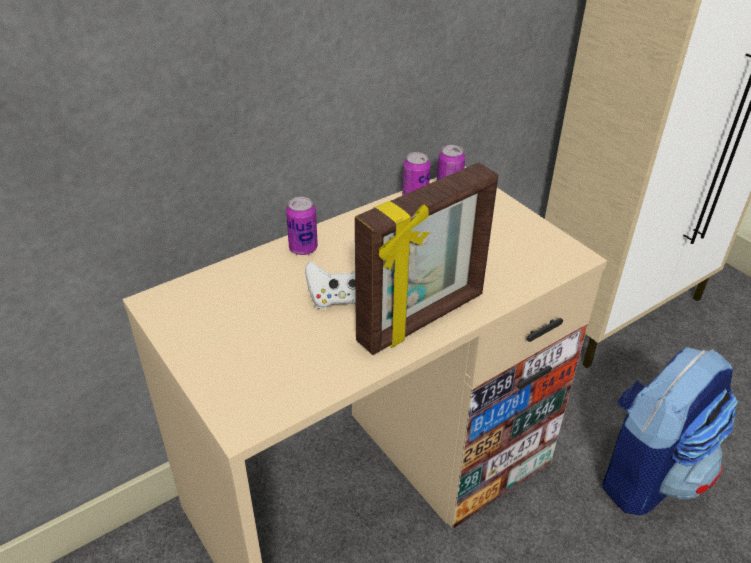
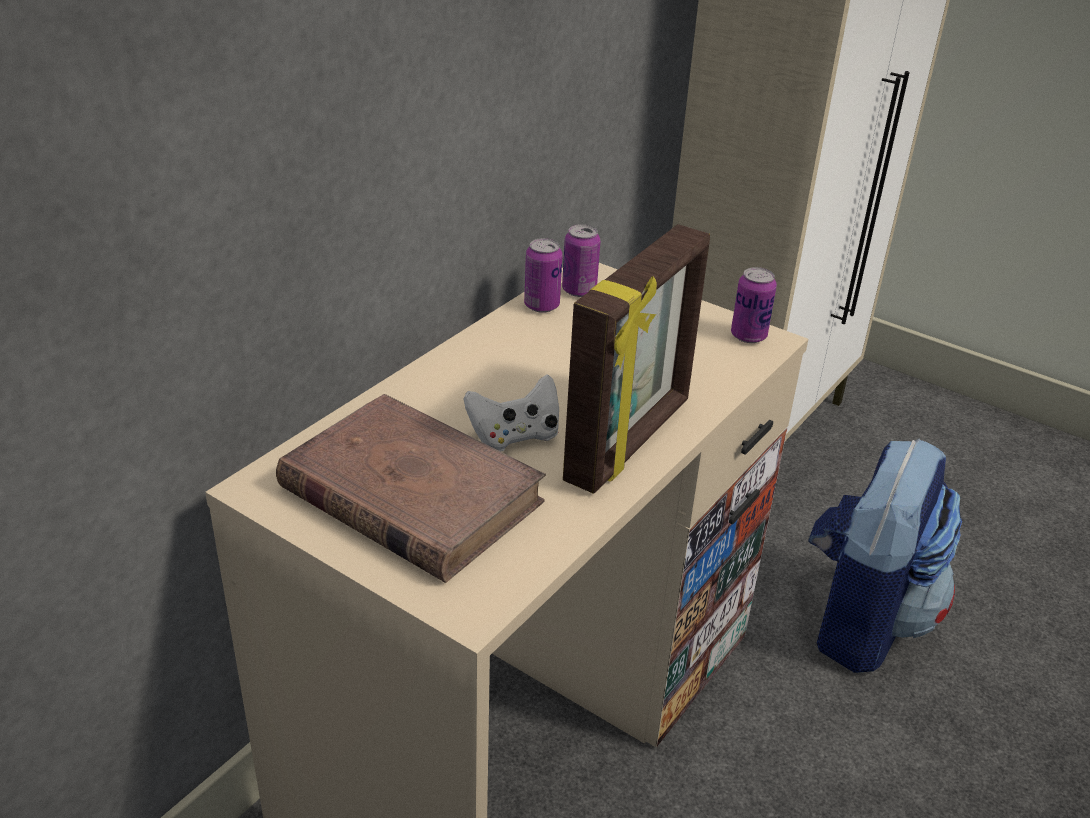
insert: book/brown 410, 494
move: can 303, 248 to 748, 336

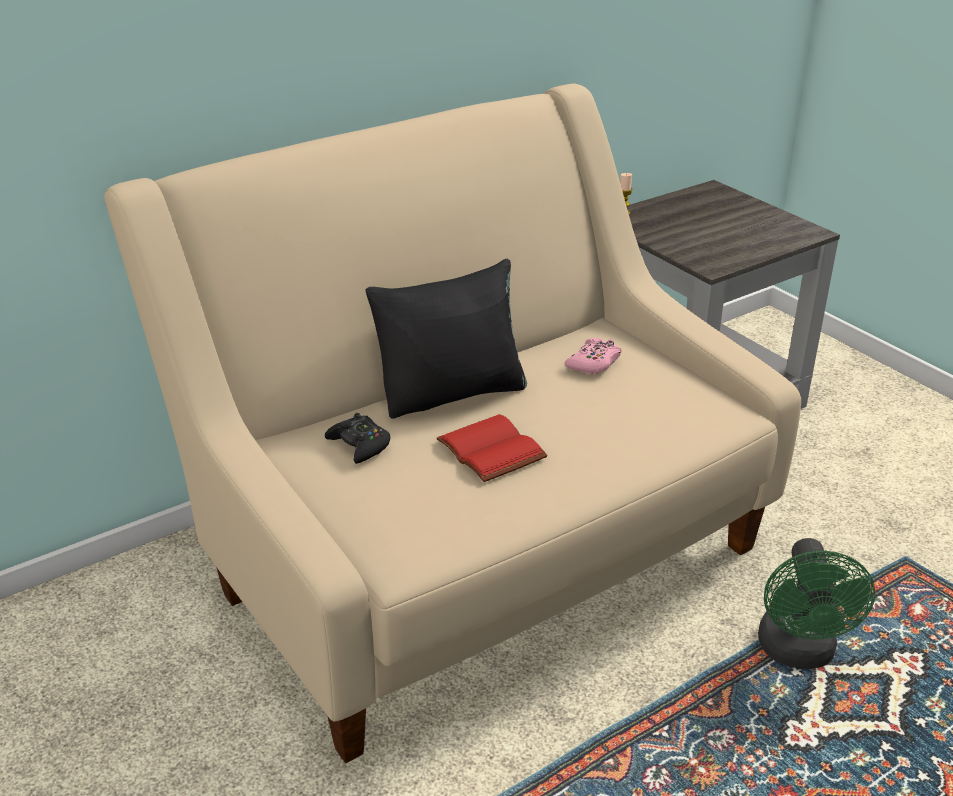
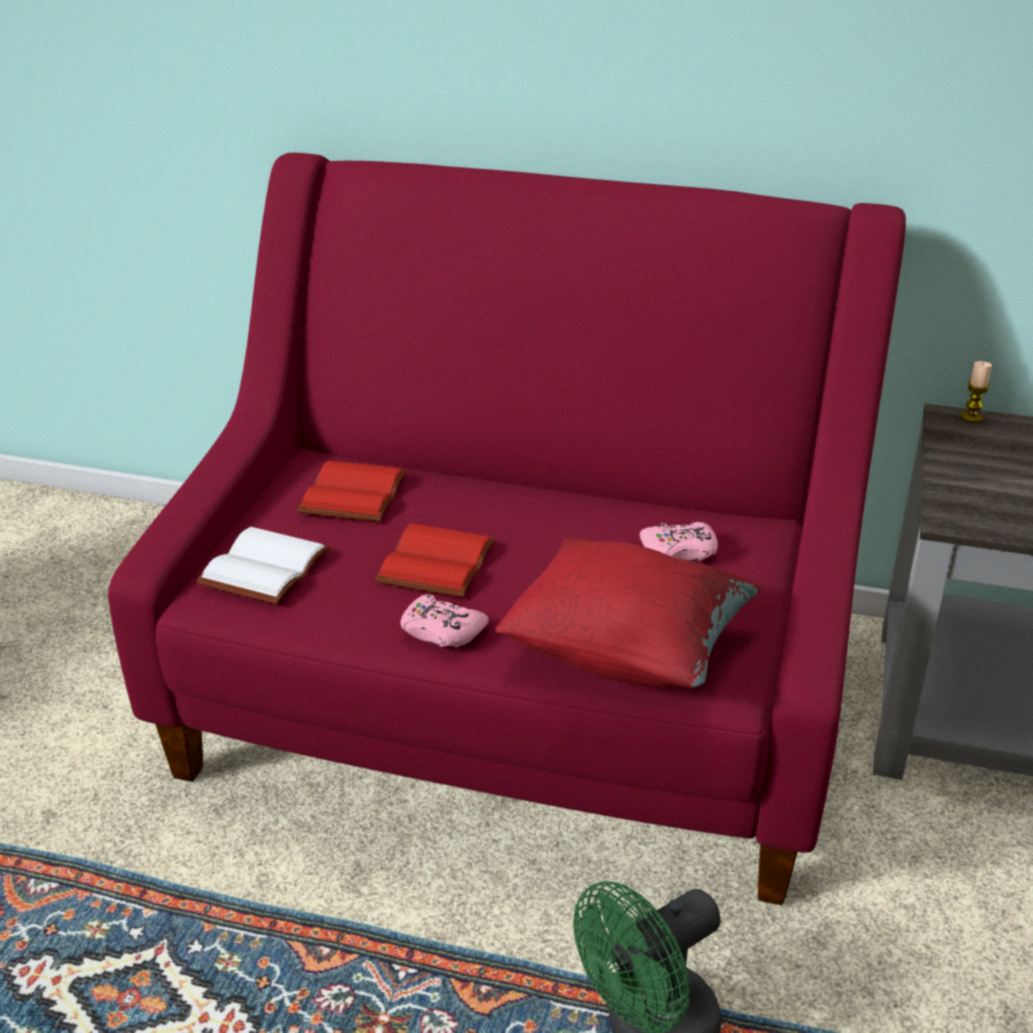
delete: pillow/black 452, 393
insert: book/white 263, 566; pillow/red 627, 652; game controller/pink 441, 631
replace: game controller/black 360, 445 to book/red 355, 496
recolor: sofa/beige 475, 553 to sofa/red 517, 704

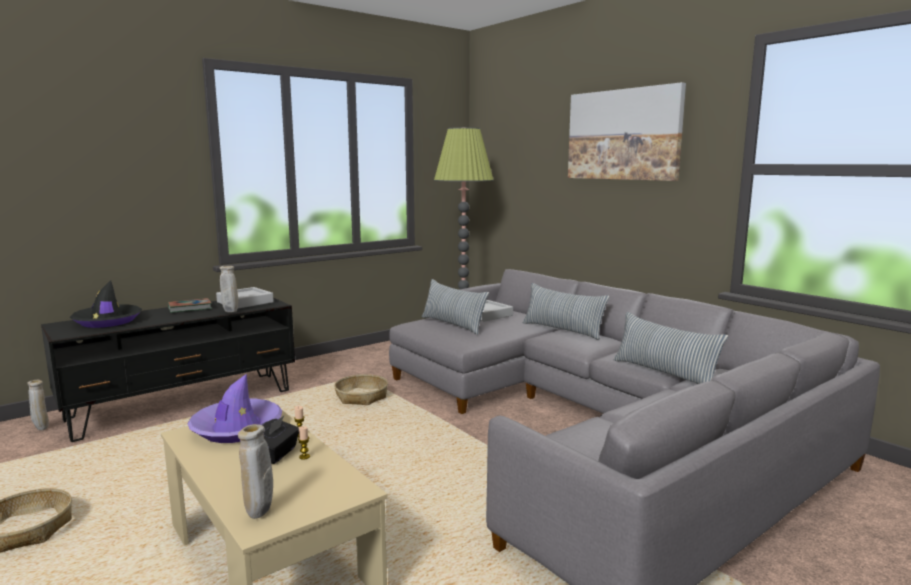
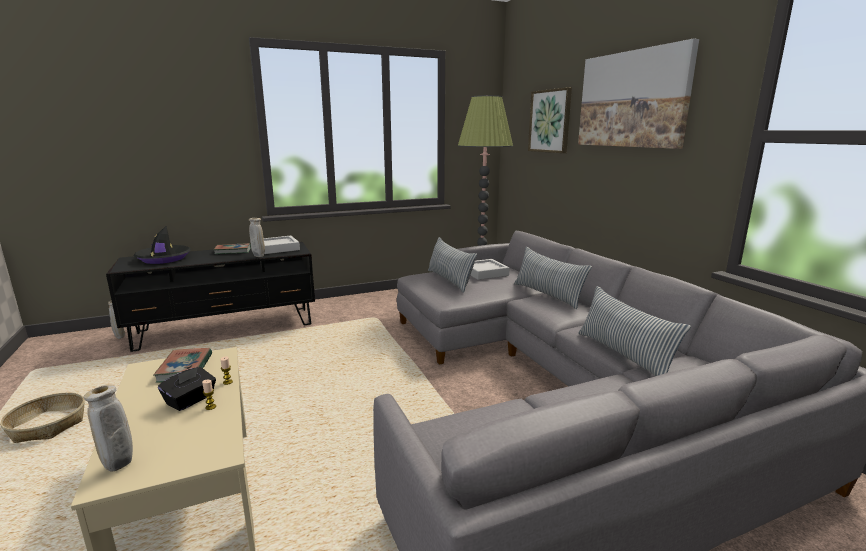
delete: basket 361, 397
insert: picture 550, 121
replace: hat/purple 236, 428 to book 185, 368

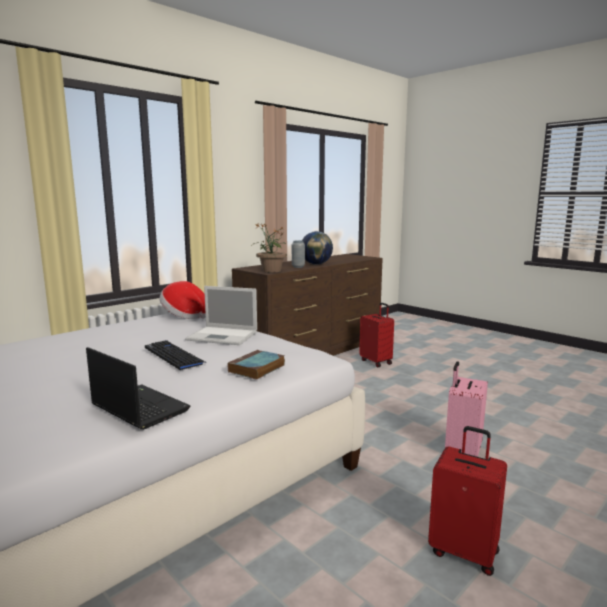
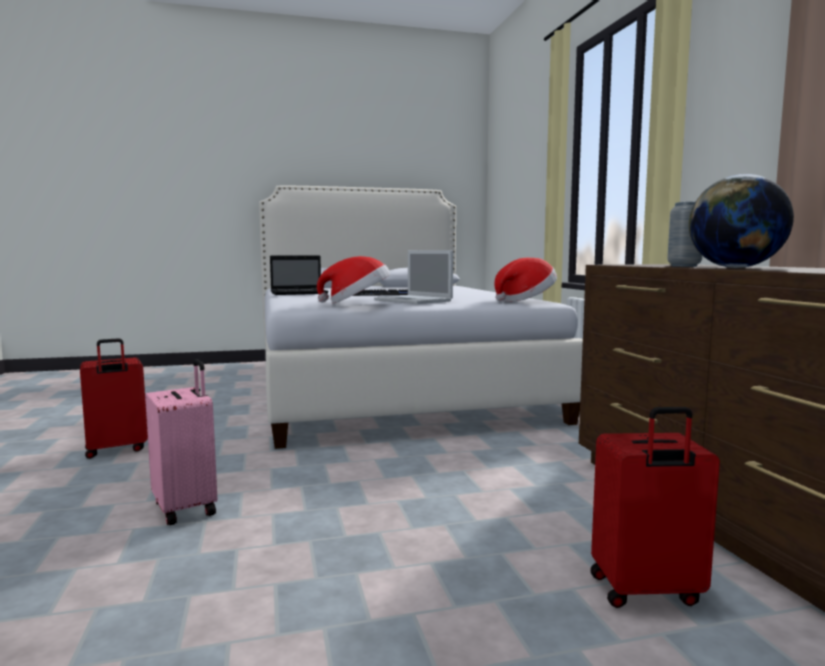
delete: potted plant 271, 271; book 256, 369
insert: hat 357, 303
rotate: laptop 223, 336 = 414, 301 90 degrees counterclockwise

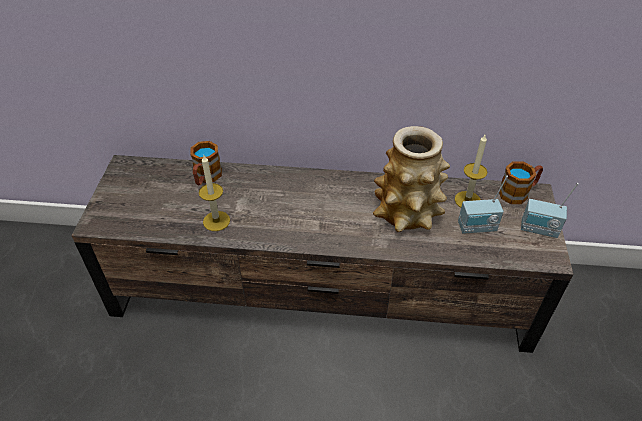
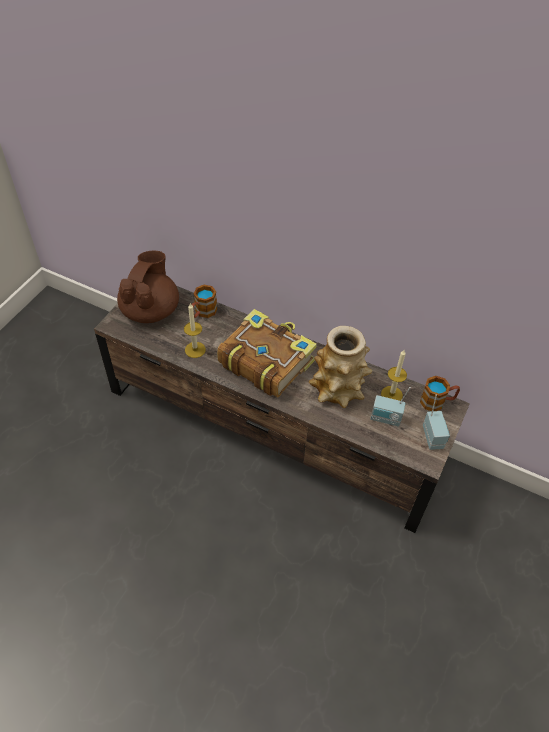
insert: teapot/brown 151, 310; book 265, 361
rotate: radio 539, 230 = 434, 437 135 degrees counterclockwise

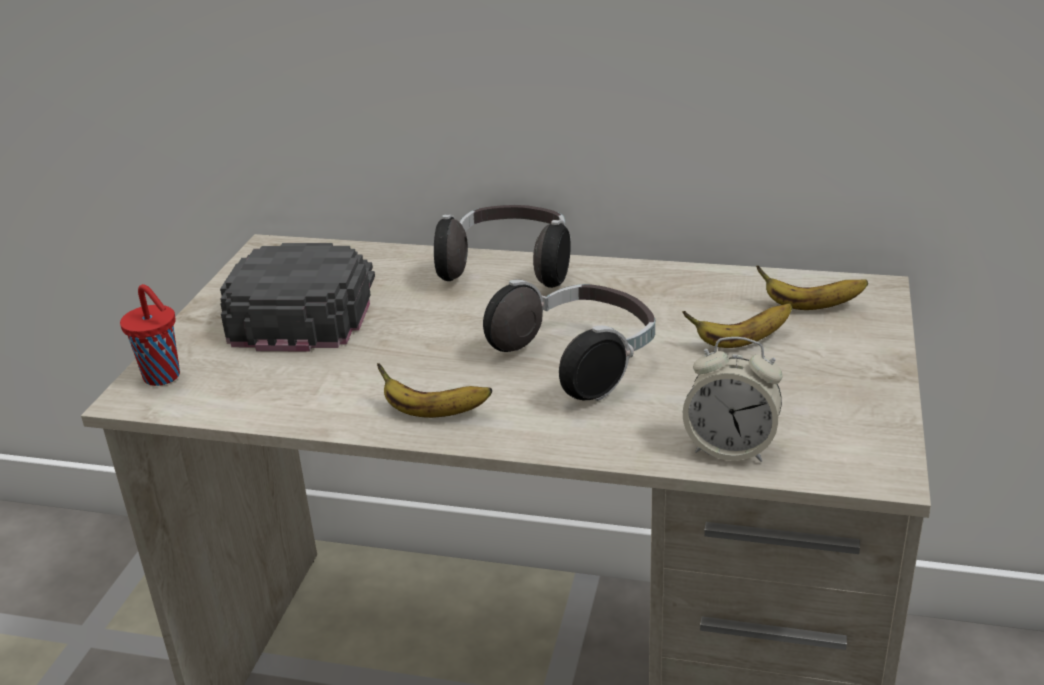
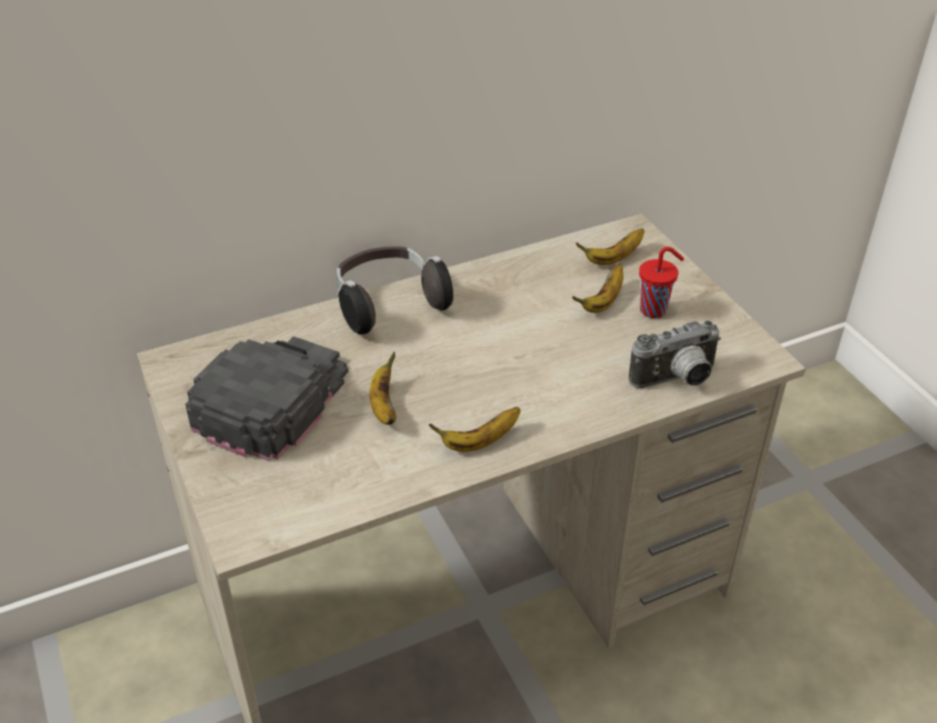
delete: headphones 579, 361
insert: banana 383, 406
move: cup/red 163, 377 to 655, 310
replace: alarm clock 730, 447 to photo camera 677, 380
rotate: cap/black 304, 304 = 272, 399 60 degrees clockwise

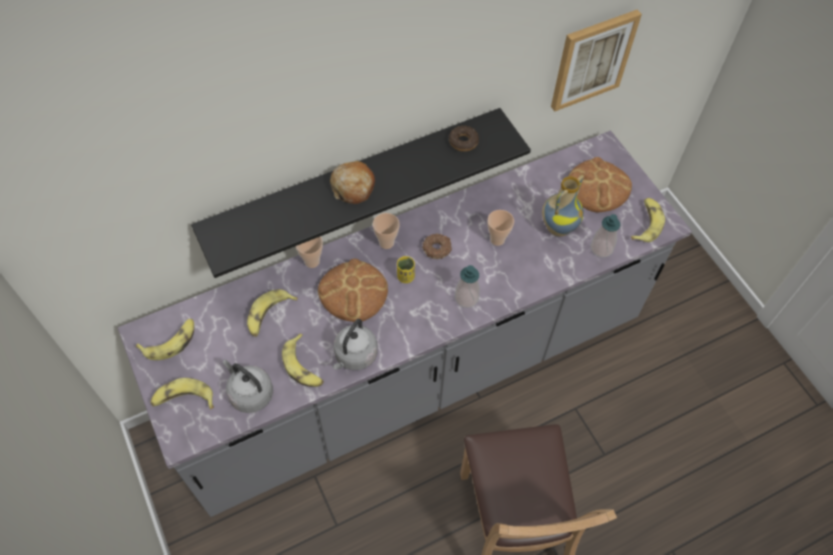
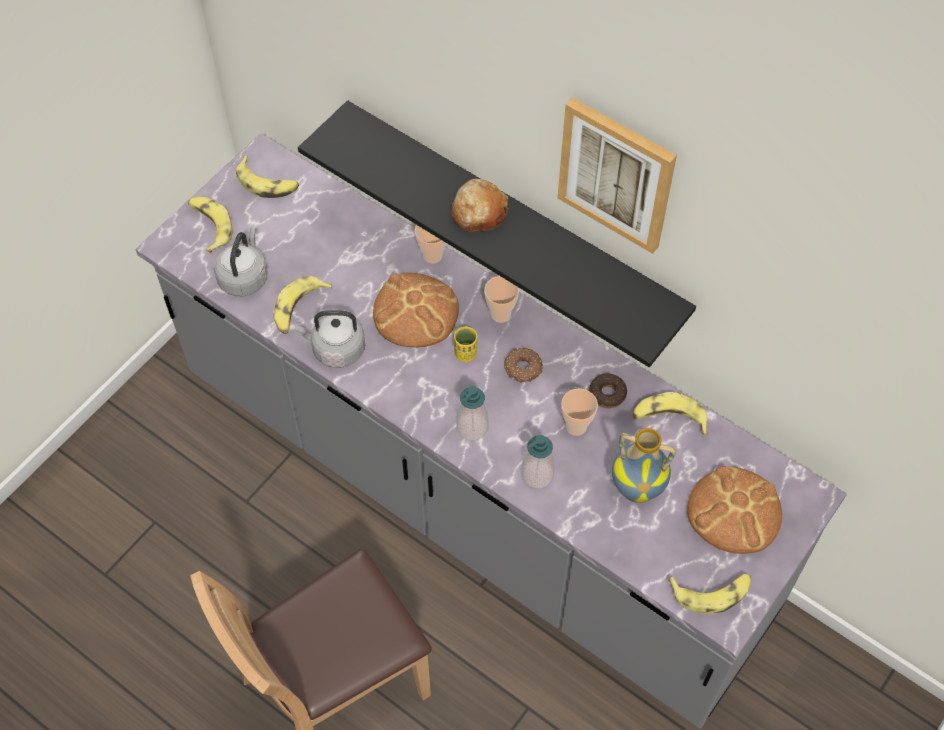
move: picture 592, 59 to 616, 174; donut 463, 142 to 607, 394; soap dispenser 601, 248 to 537, 475; banana 269, 315 to 669, 418

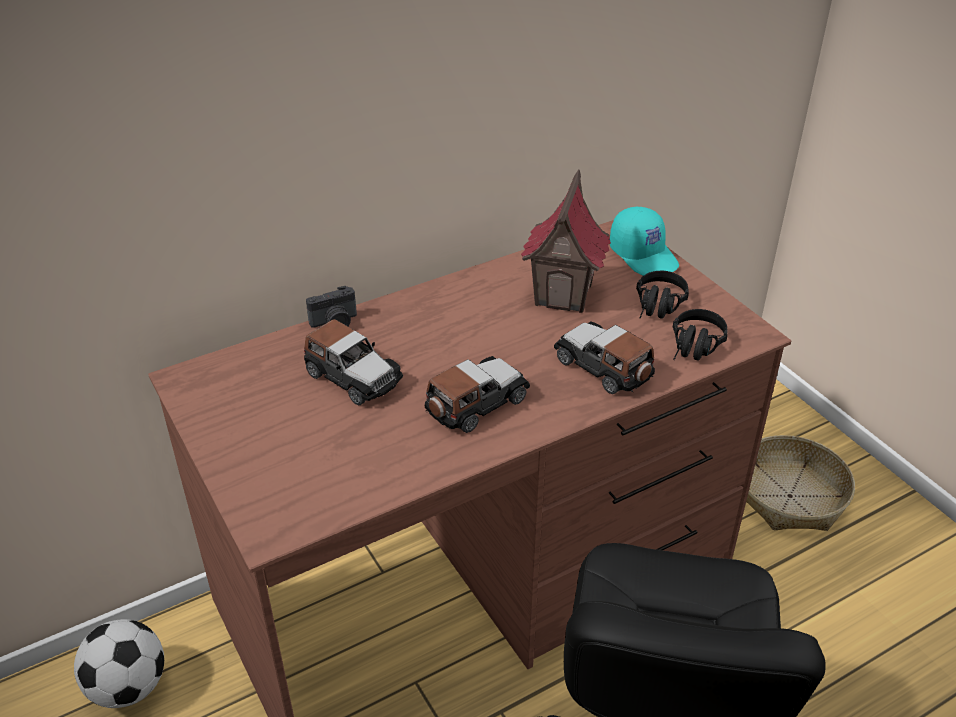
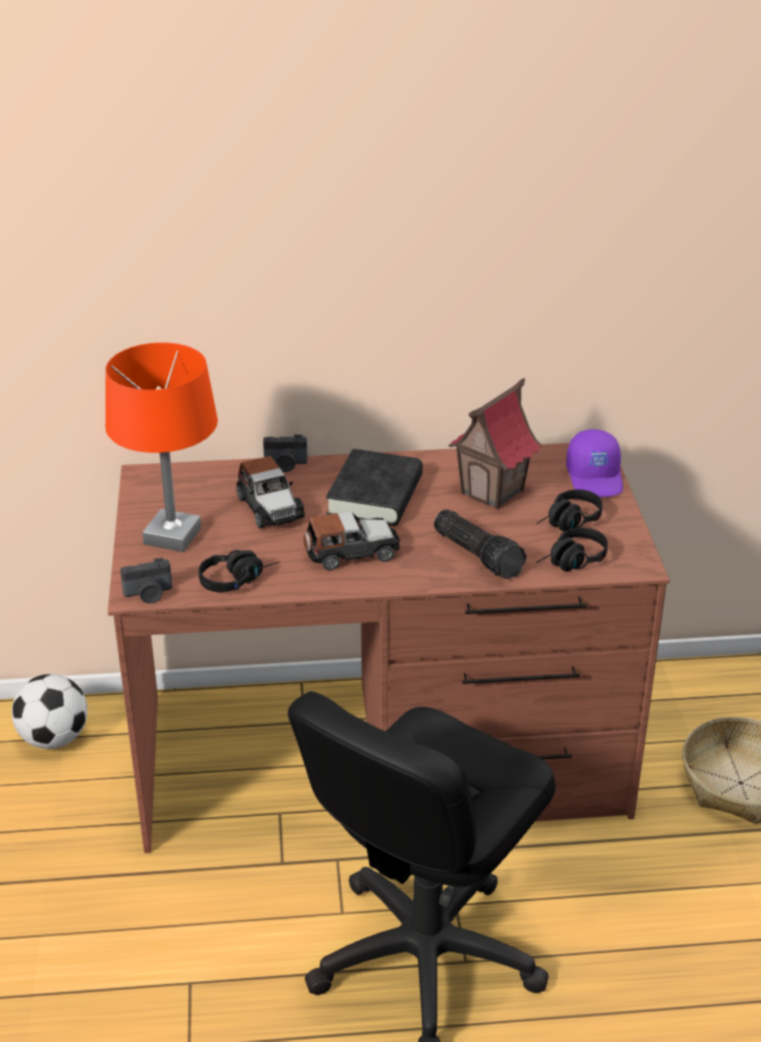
insert: table lamp/orange 173, 536; book/black 375, 496; headphones/black 238, 579; photo camera 149, 594
replace: toy car 603, 367 to flashlight 479, 554
recolor: cap/turquoise 644, 255 to cap/purple 596, 478

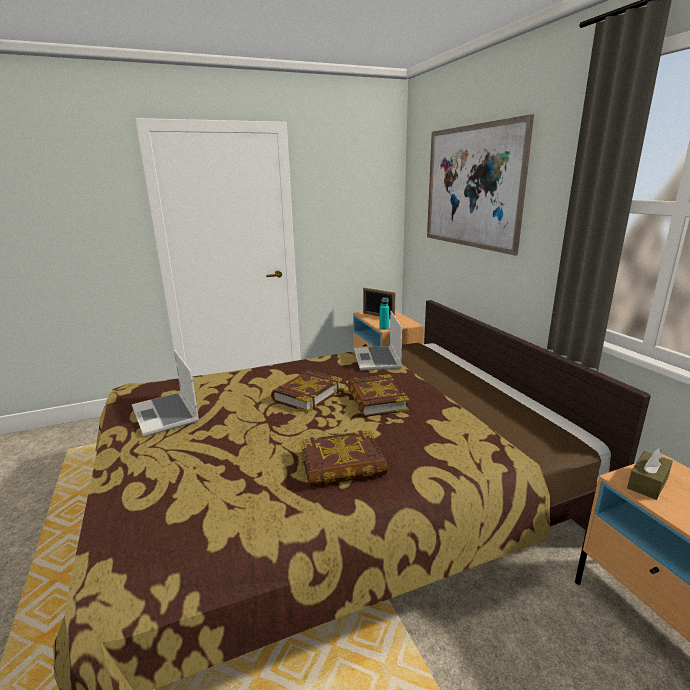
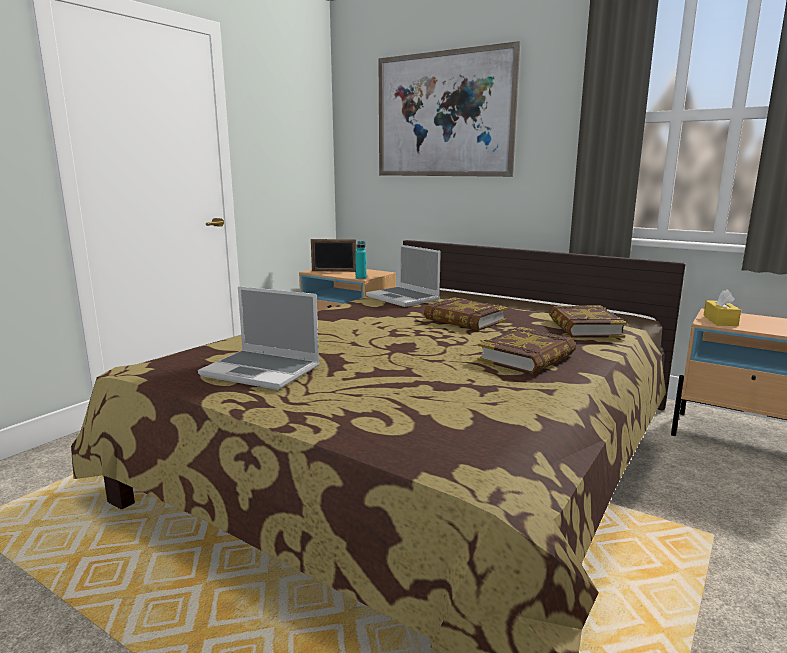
move: book 307, 395 to 584, 328
recolor: tissue box/brown 647, 482 to tissue box/yellow 720, 320

